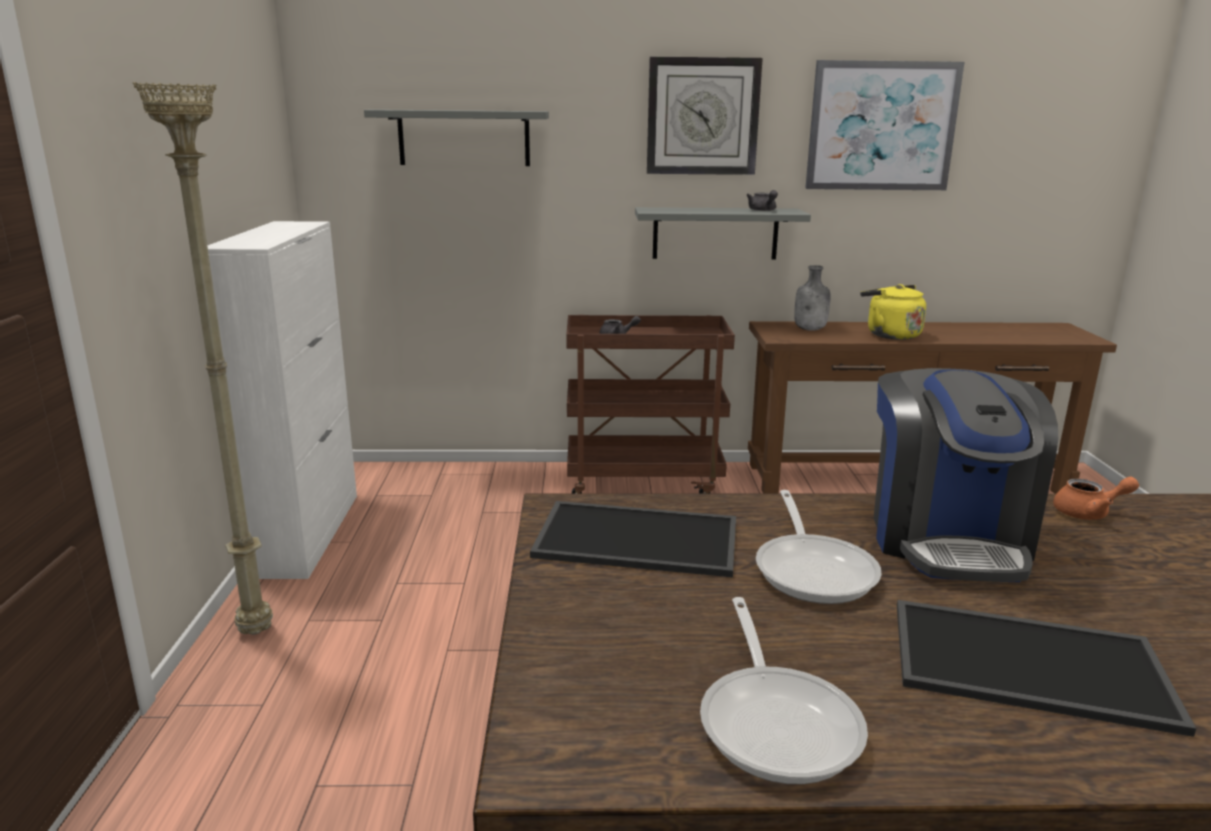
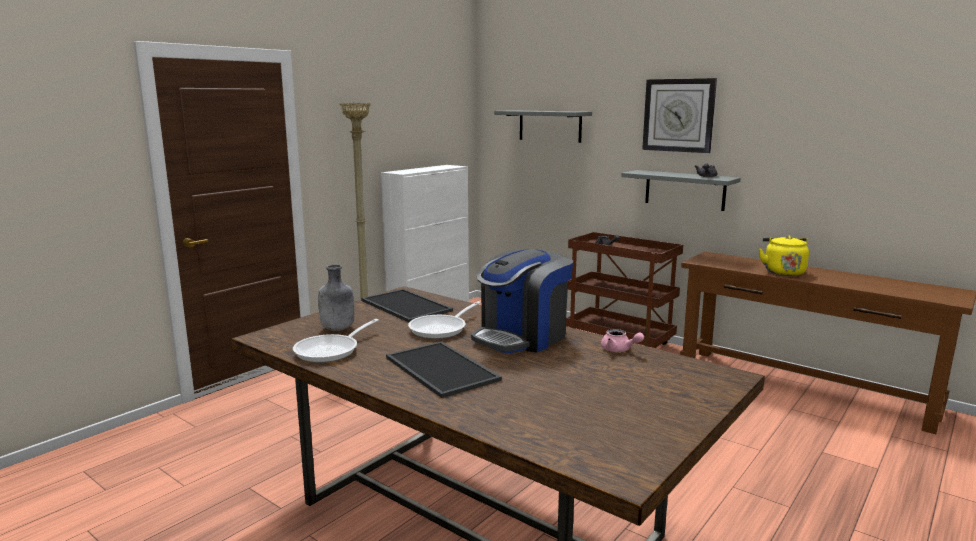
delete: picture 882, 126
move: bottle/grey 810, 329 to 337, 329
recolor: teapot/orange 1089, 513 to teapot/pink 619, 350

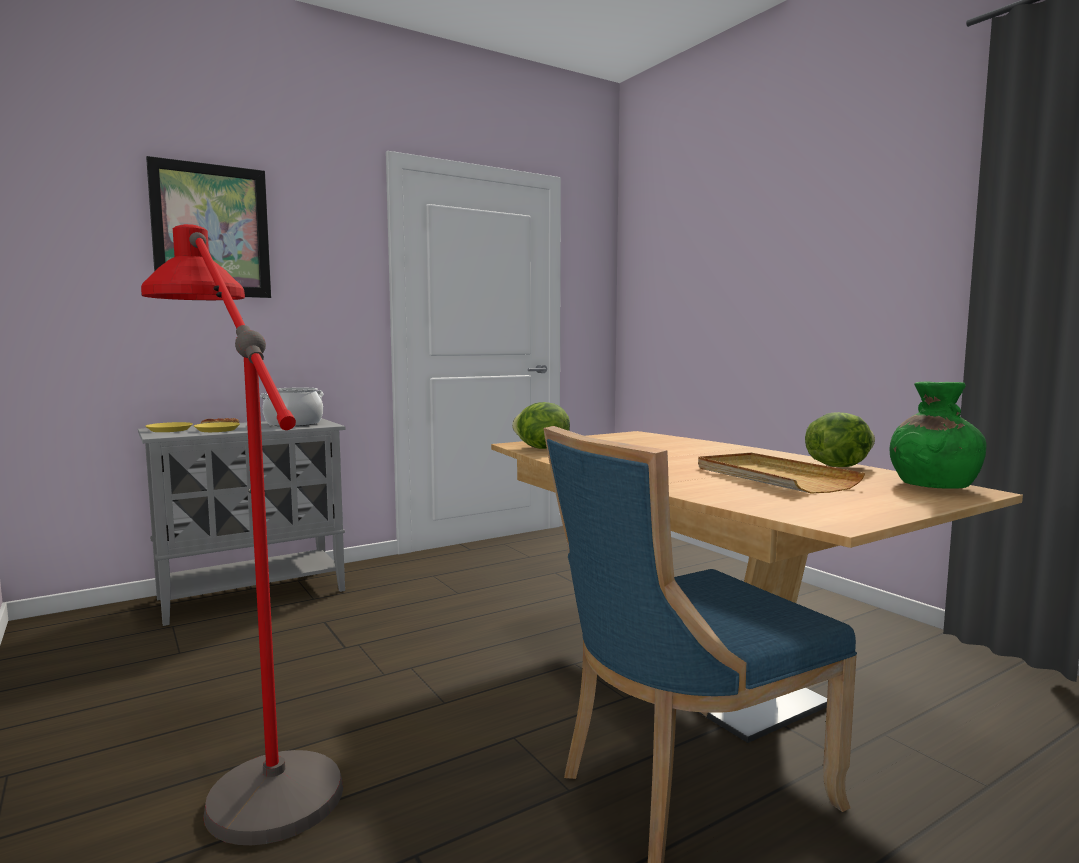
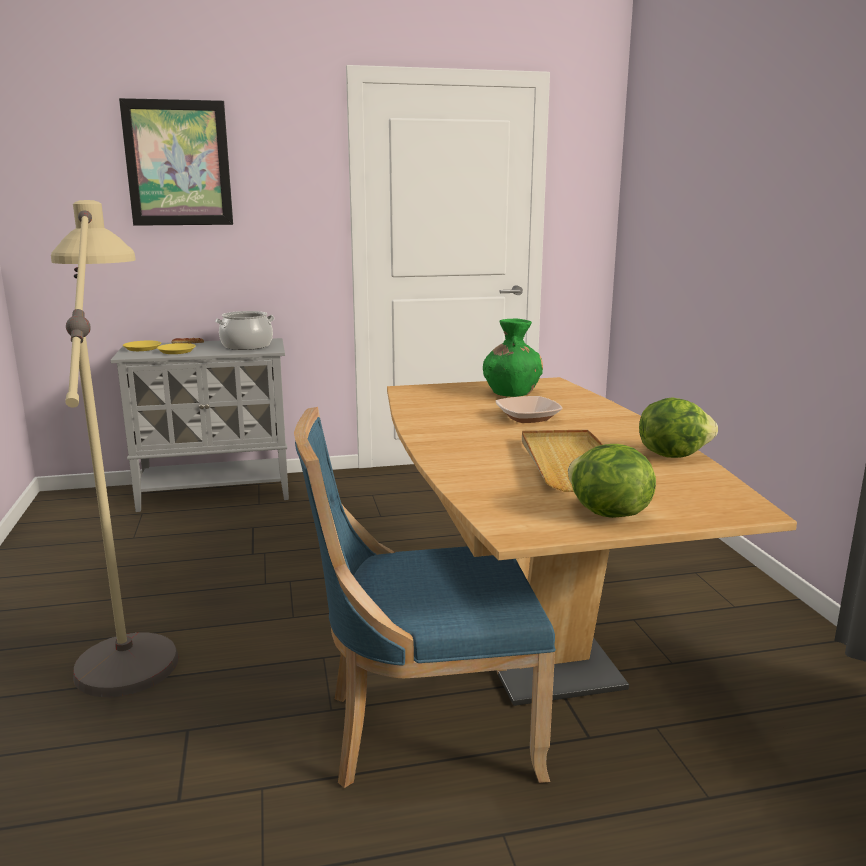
insert: bowl 528, 418
move: vase/green 932, 485 to 512, 393; lettuce 541, 448 to 607, 513
recolor: floor lamp/red 250, 754 to floor lamp/beige 131, 629

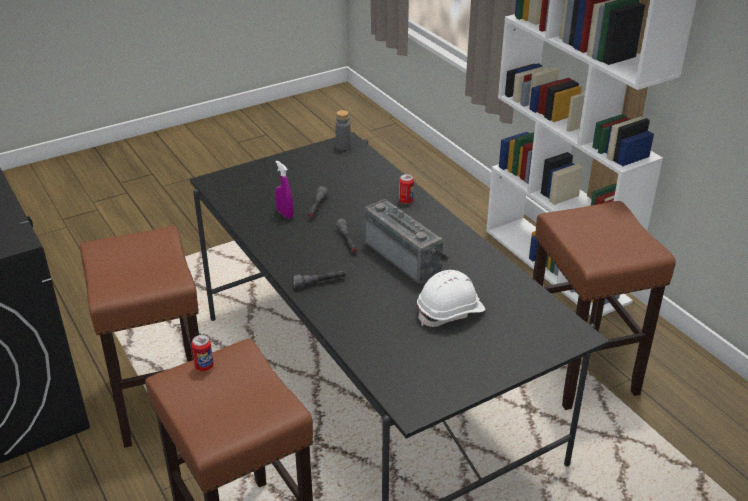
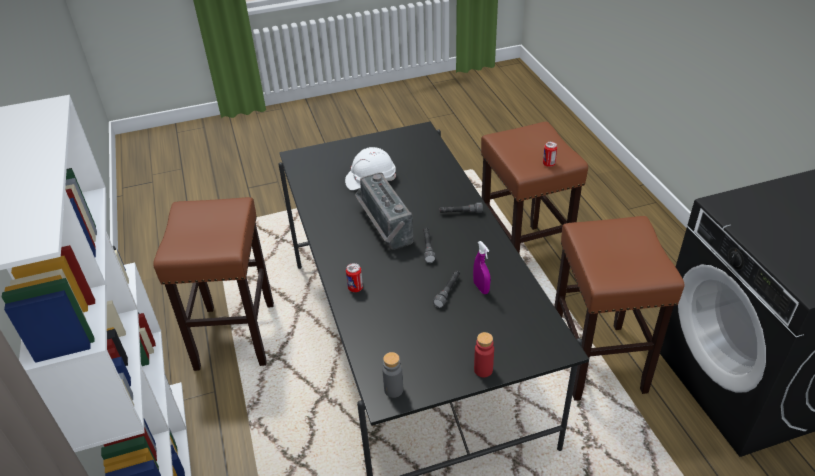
insert: bottle/red 483, 370

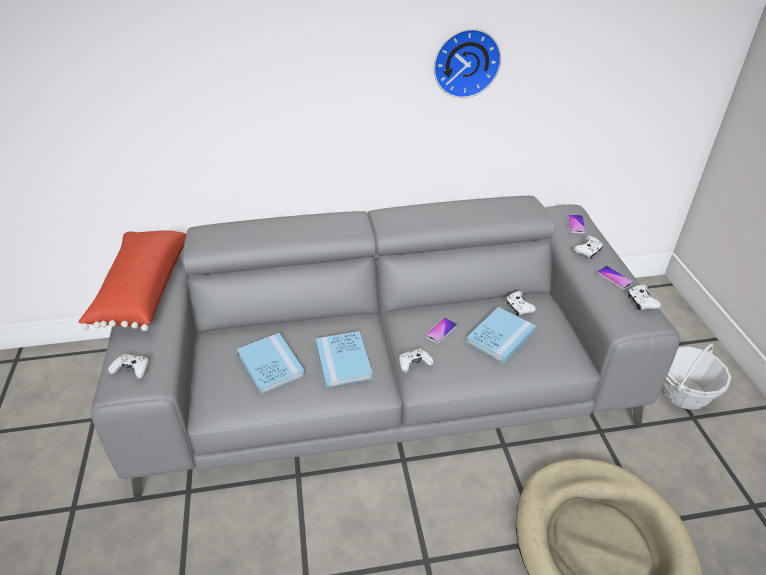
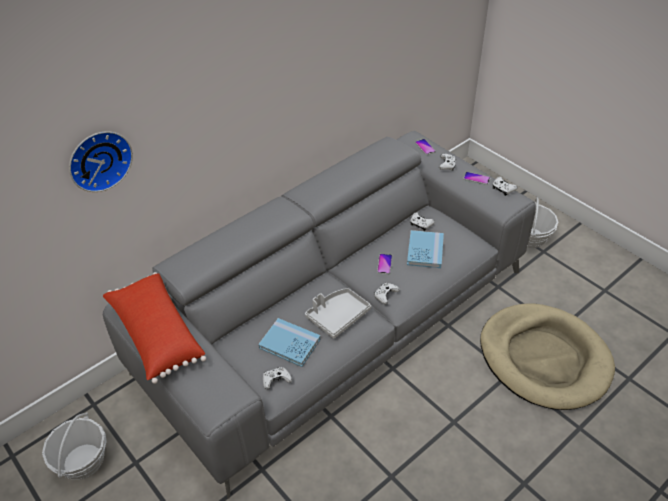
insert: basket 83, 461
move: wall clock 465, 62 to 99, 159; game controller/white 132, 370 to 276, 380
replace: book/blue 343, 361 to tray/grey 337, 316

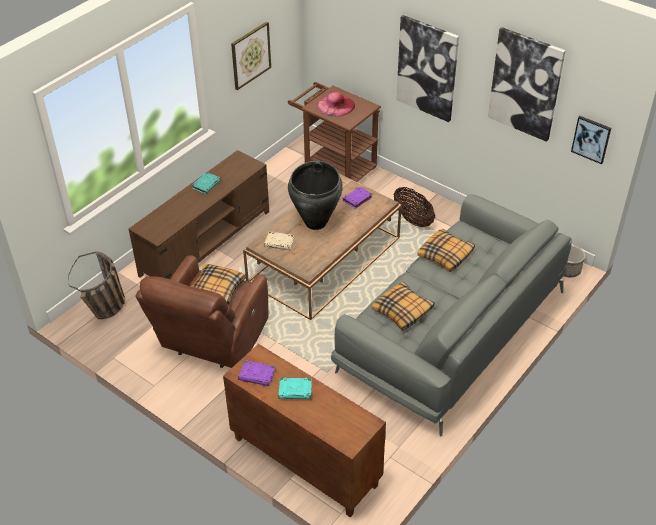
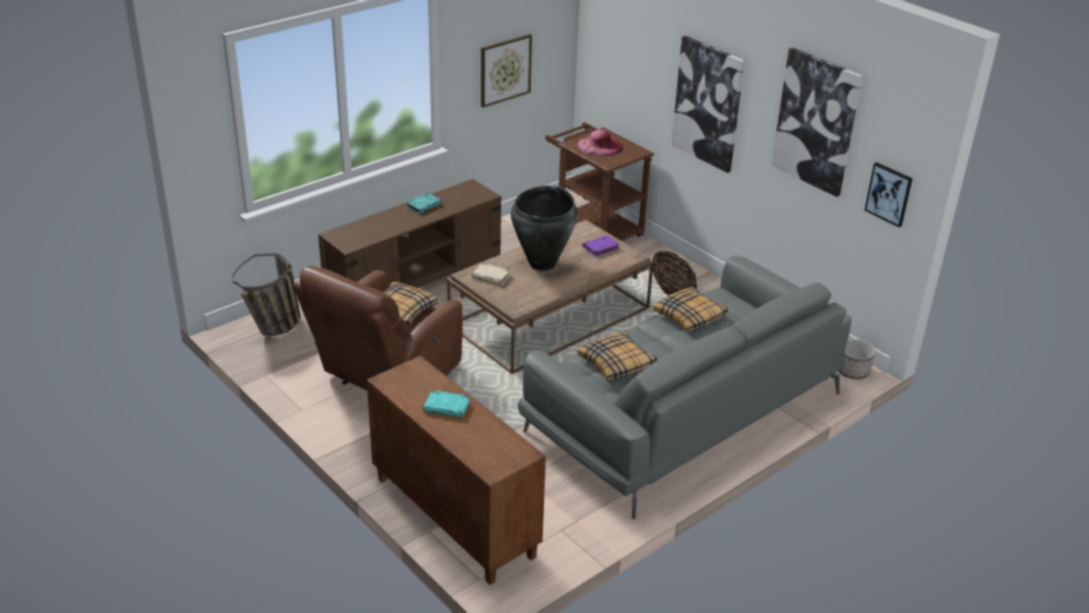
delete: book/purple 257, 375

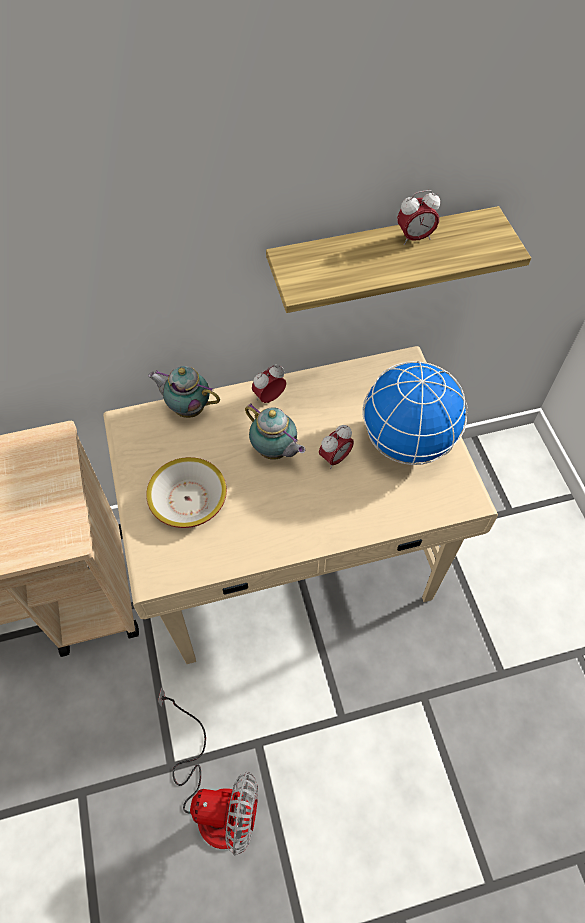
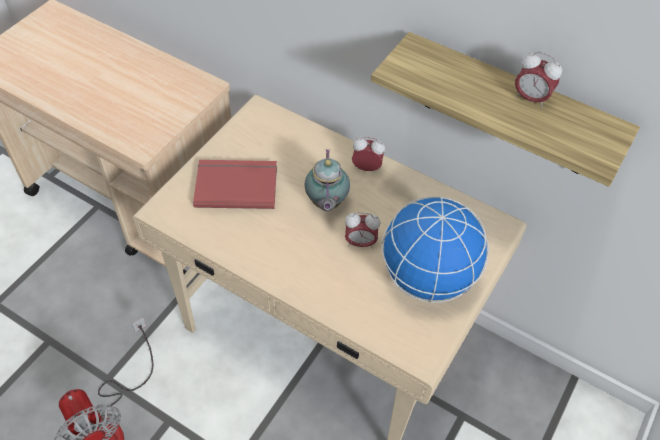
delete: teapot 187, 408
replace: bowl 187, 499 to book/red 236, 184

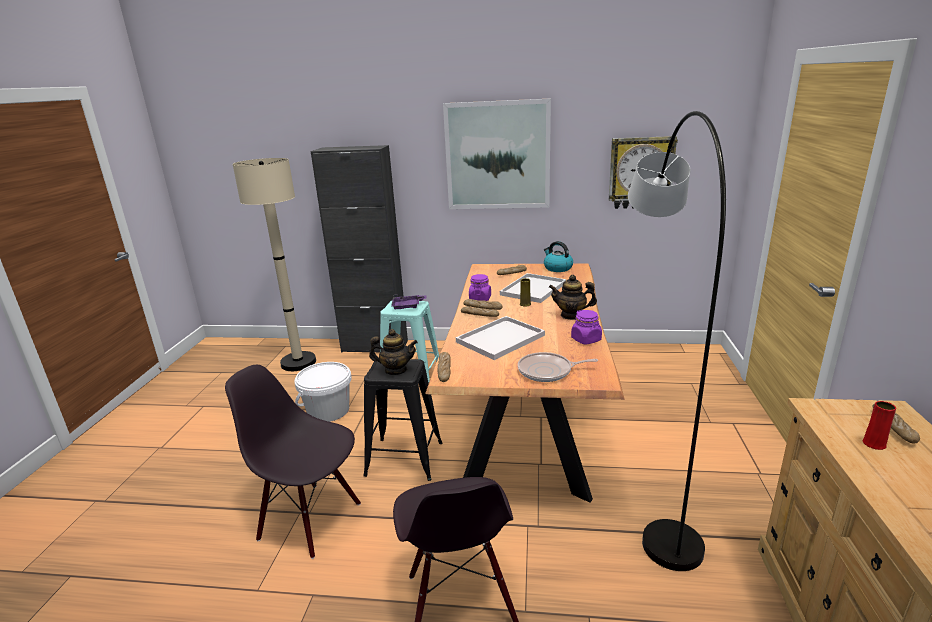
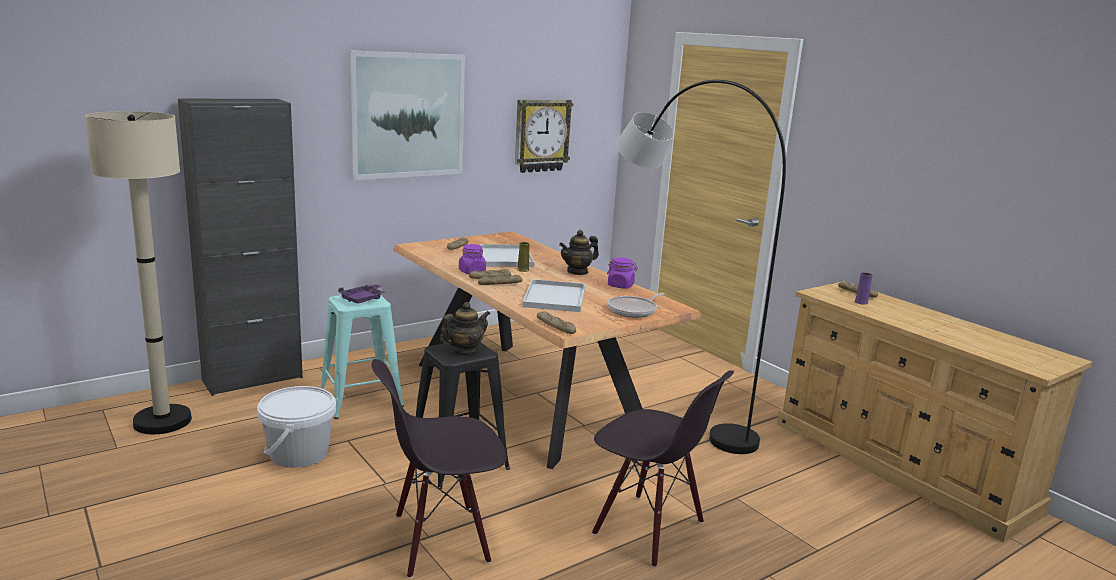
delete: kettle 557, 268
recolor: vase/red 874, 444 to vase/purple 861, 302

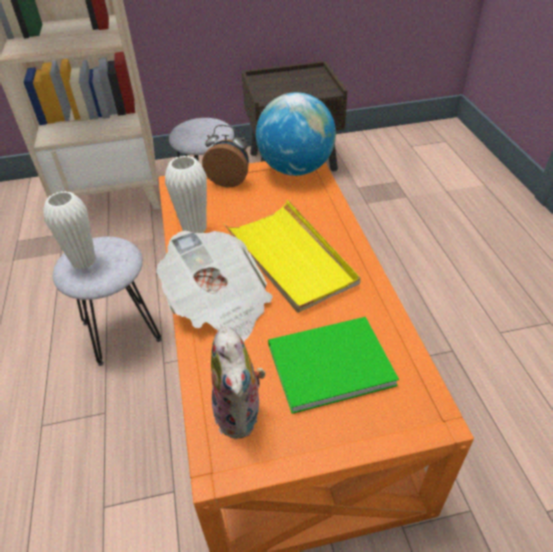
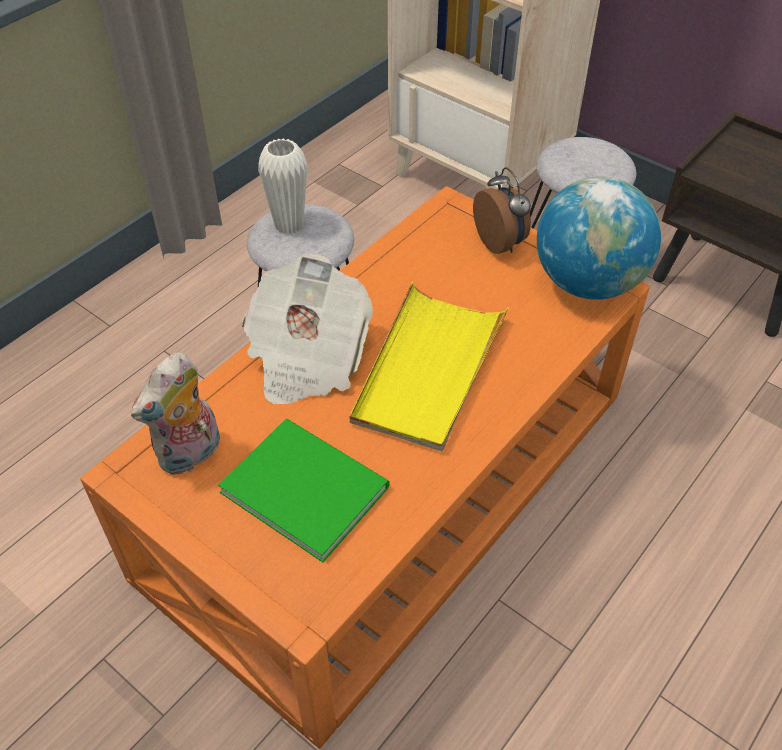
delete: vase/white 194, 229

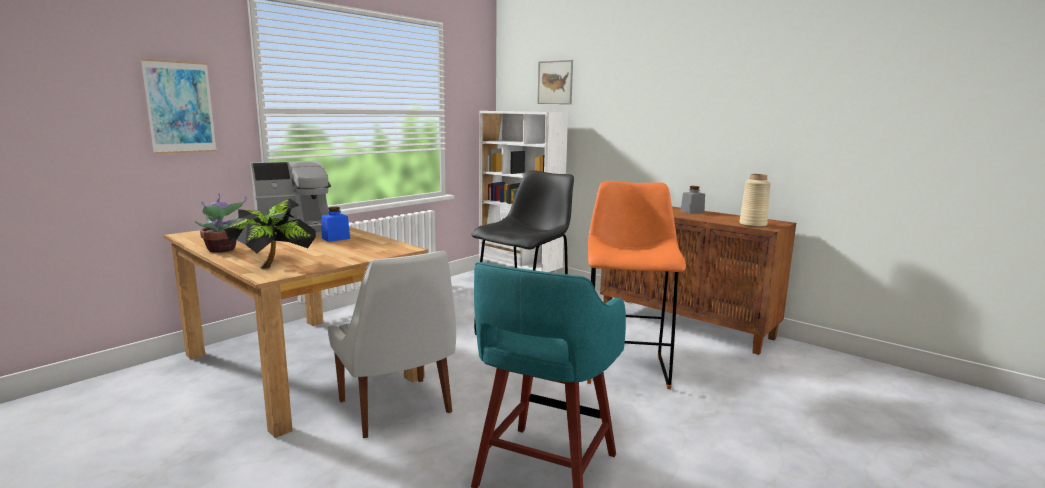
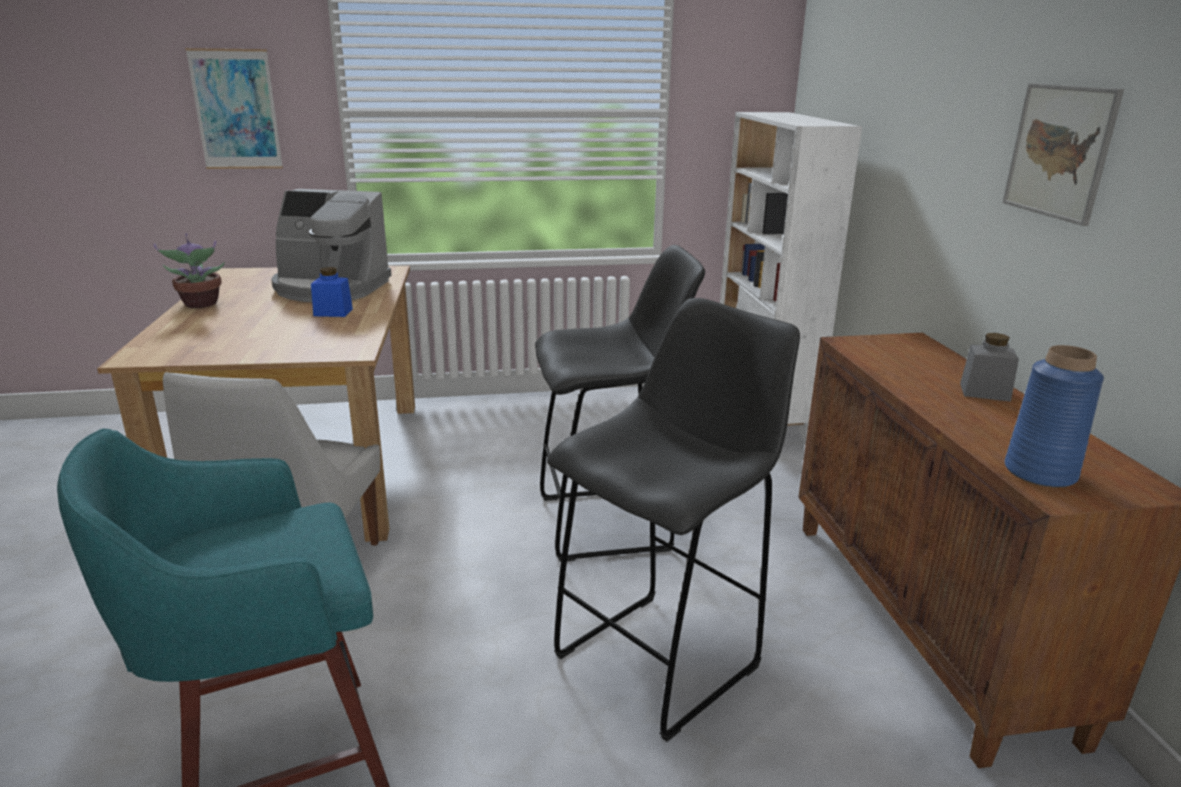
delete: potted plant 276, 266
move: picture 555, 82 to 1059, 151
recolor: vase/beige 753, 224 to vase/blue 1040, 473; stool/orange 626, 367 to stool/black 662, 658

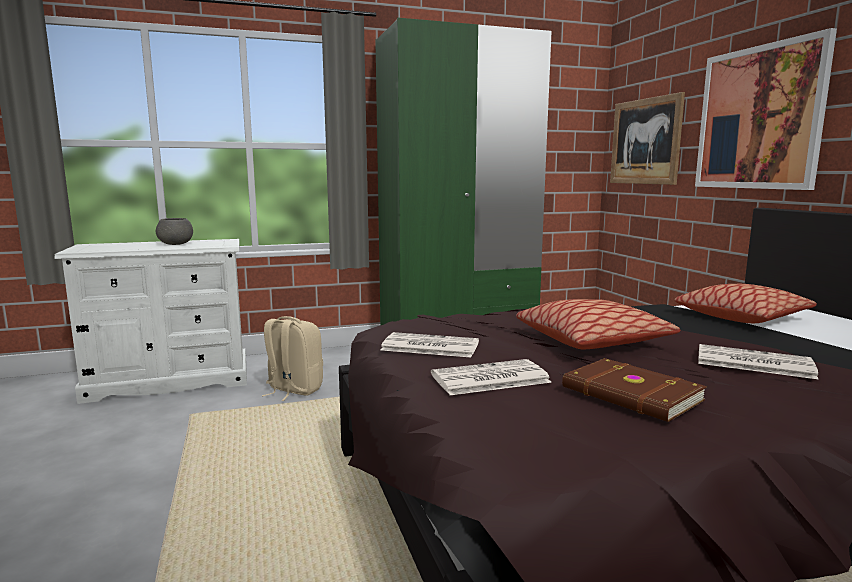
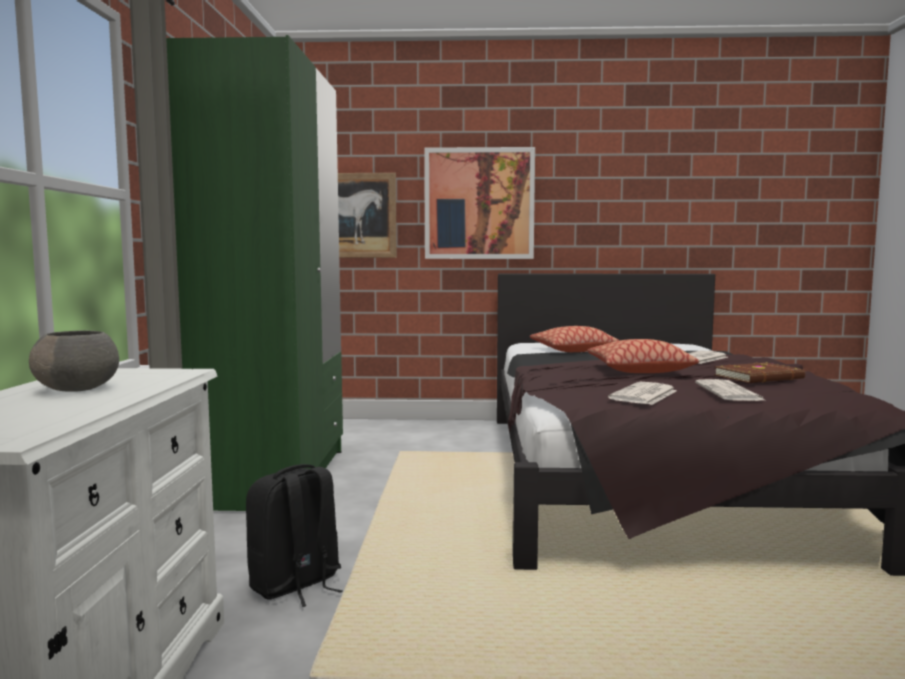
recolor: backpack/beige 293, 390 to backpack/black 295, 585

